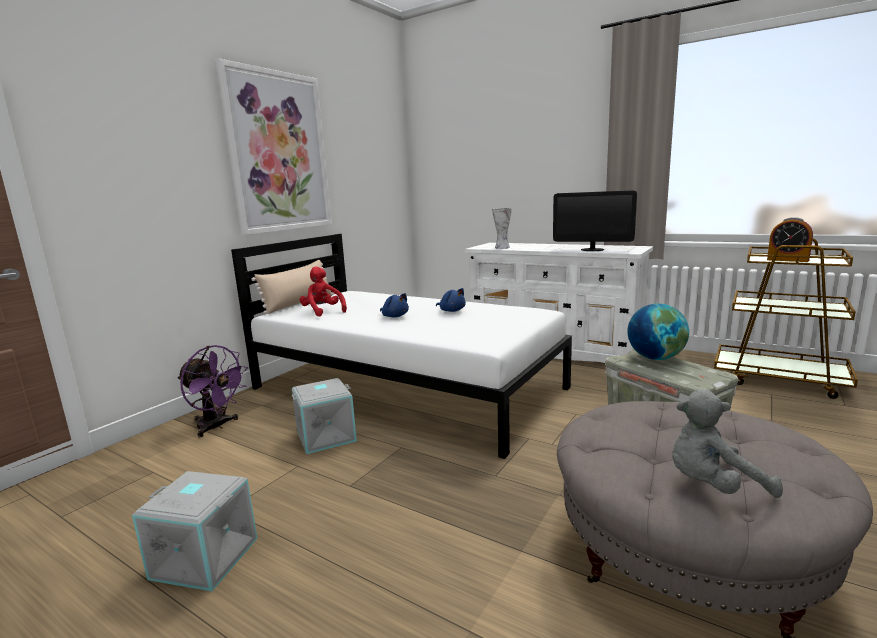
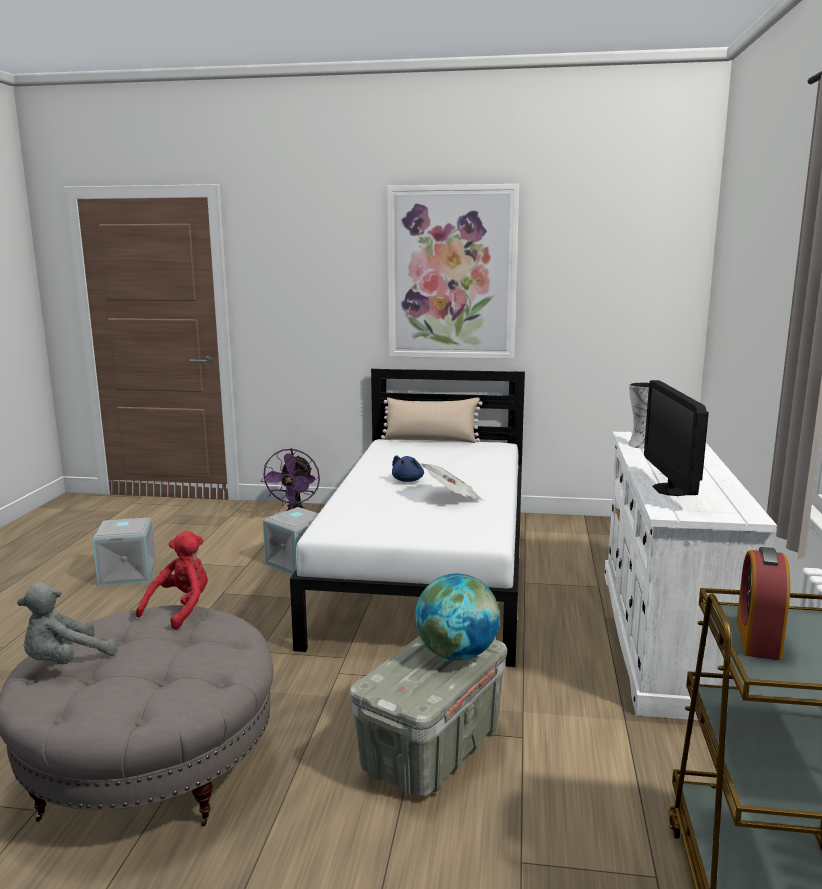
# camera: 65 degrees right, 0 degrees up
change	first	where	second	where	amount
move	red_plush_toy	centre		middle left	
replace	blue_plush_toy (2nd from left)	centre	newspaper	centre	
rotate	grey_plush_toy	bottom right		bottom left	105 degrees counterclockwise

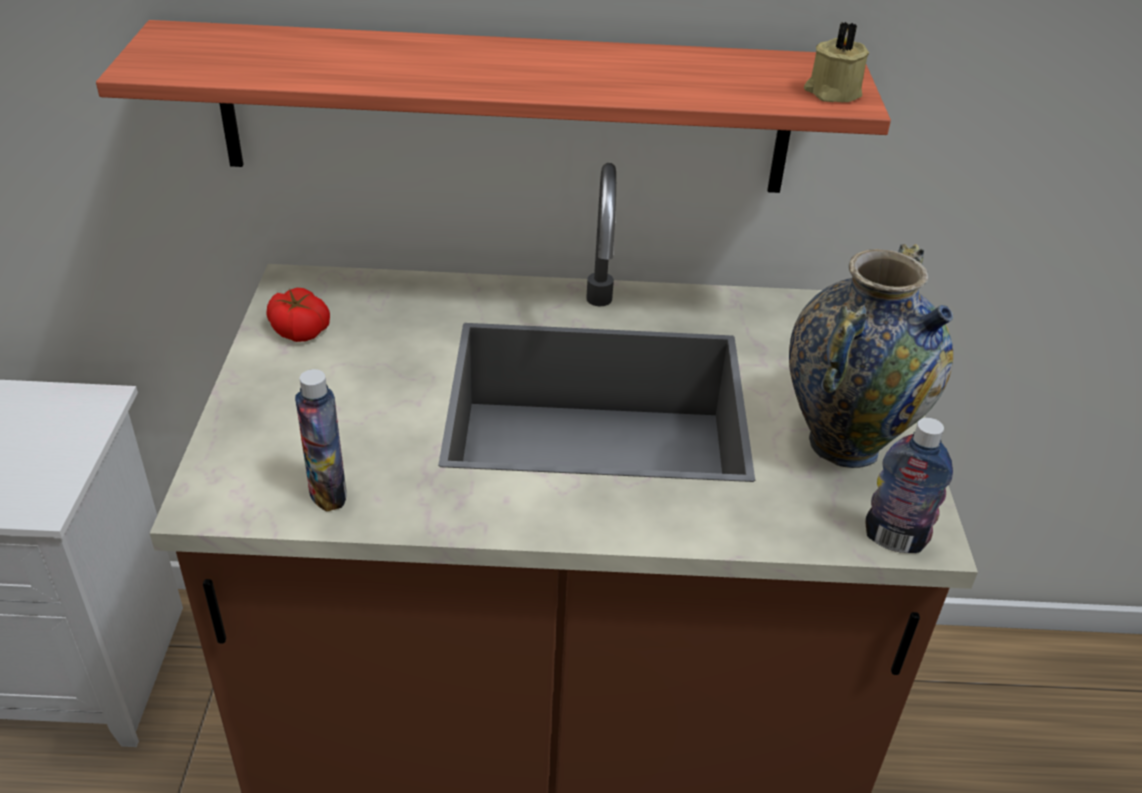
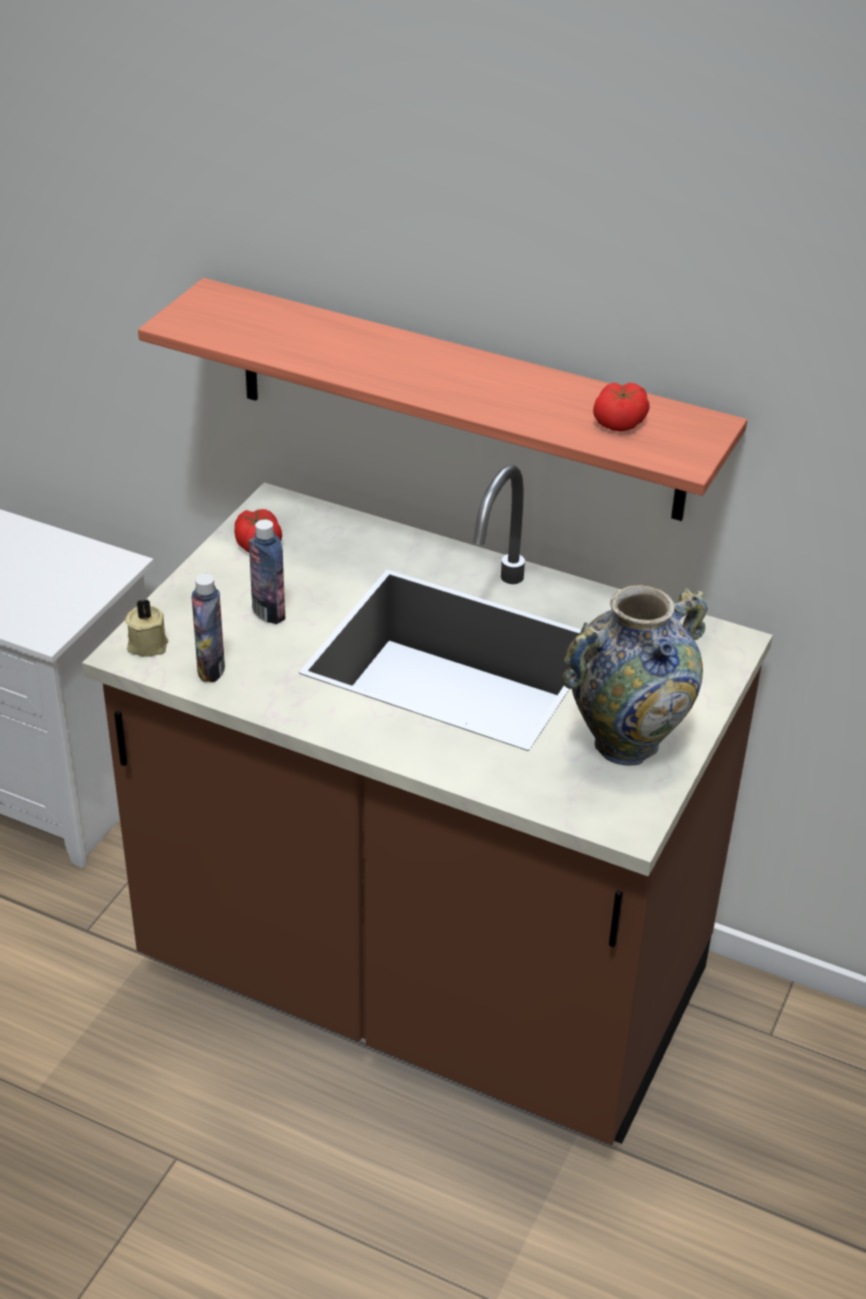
# camera: 25 degrees right, 0 degrees up
change	first	where	second	where	amount
move	beige_candle	top right		middle left	
move	bottle (2nd from left)	middle right		middle left	
insert			tomato (2nd from left)	top right	

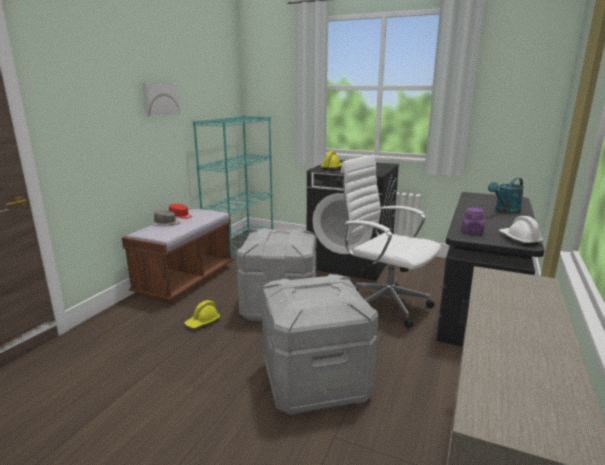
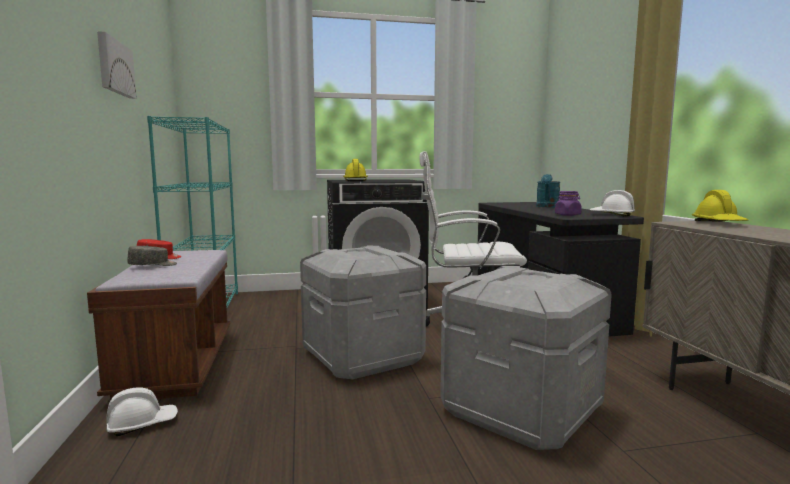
# camera: 35 degrees left, 10 degrees down
change	first	where	second	where	amount
move	yellow_hard_hat (1st from left in the first image)	bottom centre	yellow_hard_hat (2nd from left)	middle right	
insert			white_hard_hat (1st from left)	bottom left	

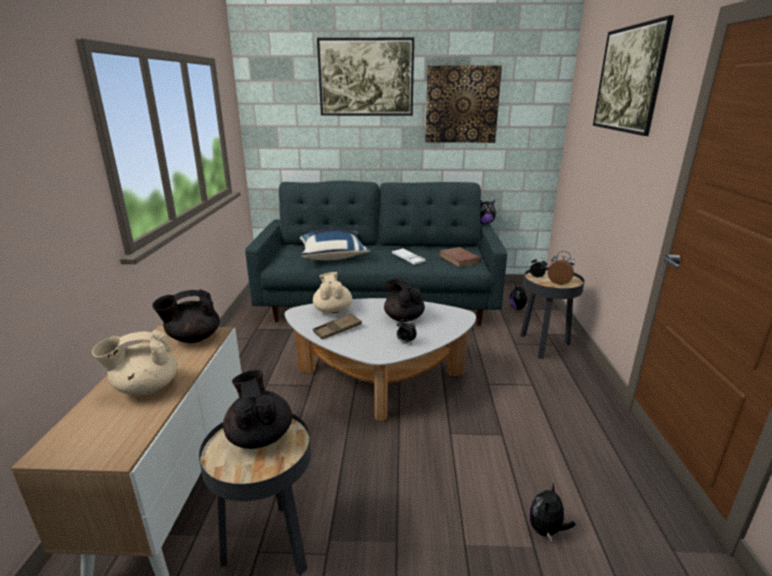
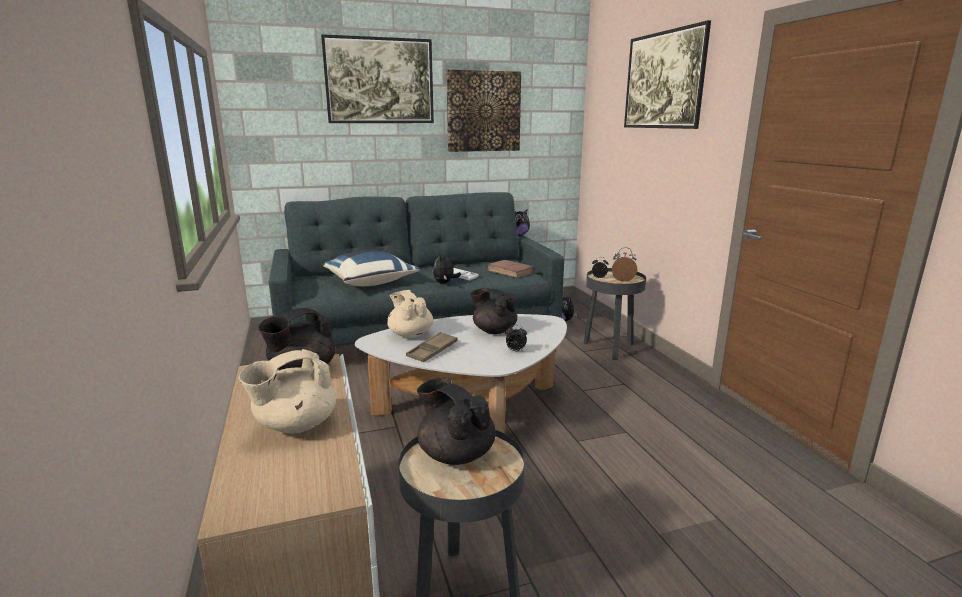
# camera: 20 degrees left, 5 degrees down
change	first	where	second	where	amount
move	plush_toy (3rd from left in the first image)	bottom right	plush_toy (1st from left)	centre	

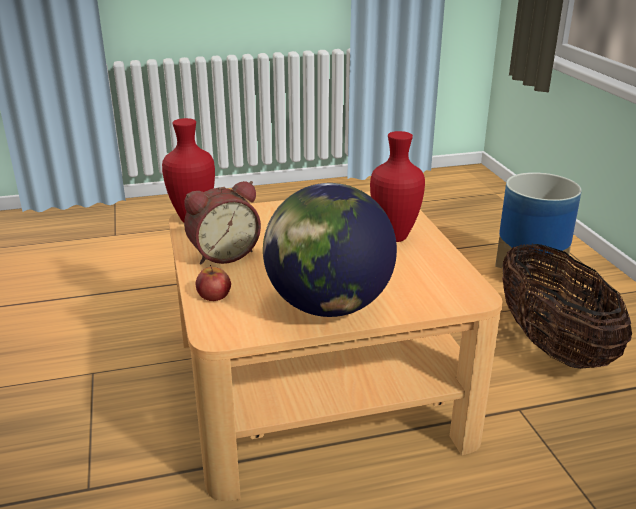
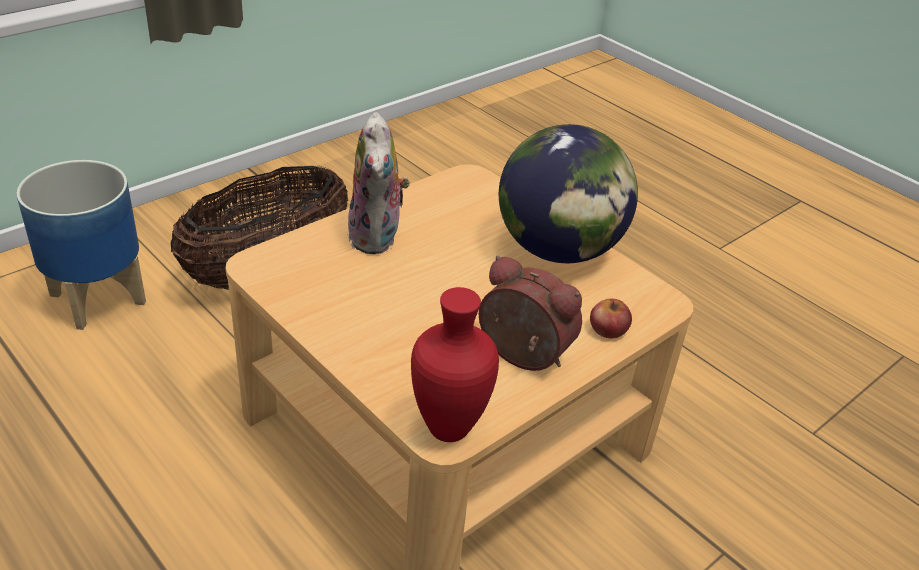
# camera: 120 degrees left, 10 degrees up
change	first	where	second	where	amount
replace	red_vase (2nd from left)	centre	plush_toy	top centre	

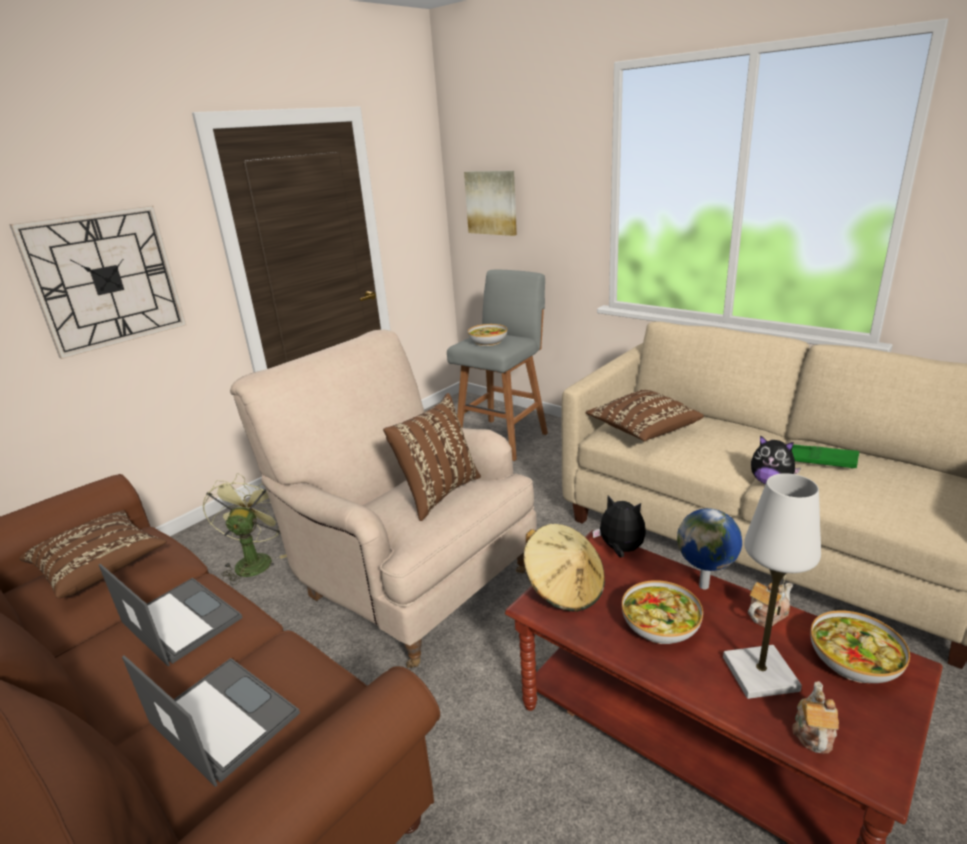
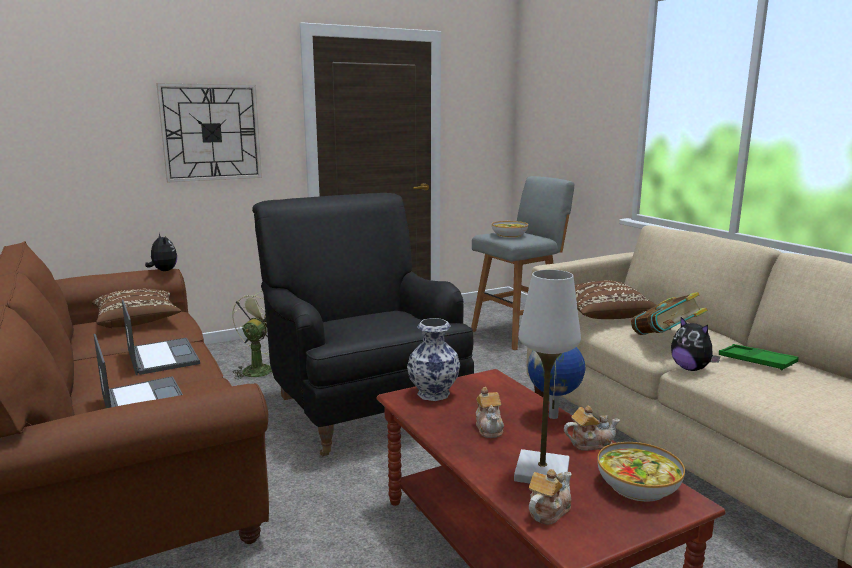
# camera: 20 degrees right, 10 degrees down
change	first	where	second	where	amount
recolor	beige_armchair	centre	black_armchair	centre	
delete	brown_pillow (2nd from left)	centre			
delete	picture	top centre			
replace	beige_hat	bottom centre	vase	centre	
move	plush_toy (1st from left)	centre		middle left	
replace	bowl (2nd from left)	bottom right	teapot (1st from left)	bottom centre	
insert			book	middle right	

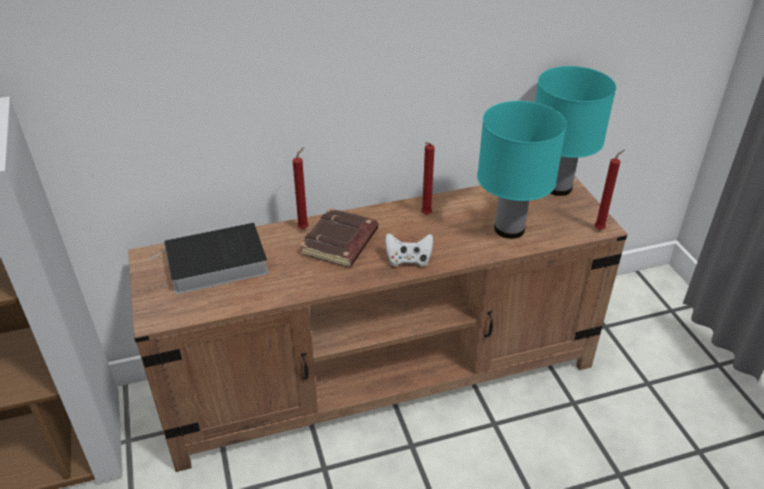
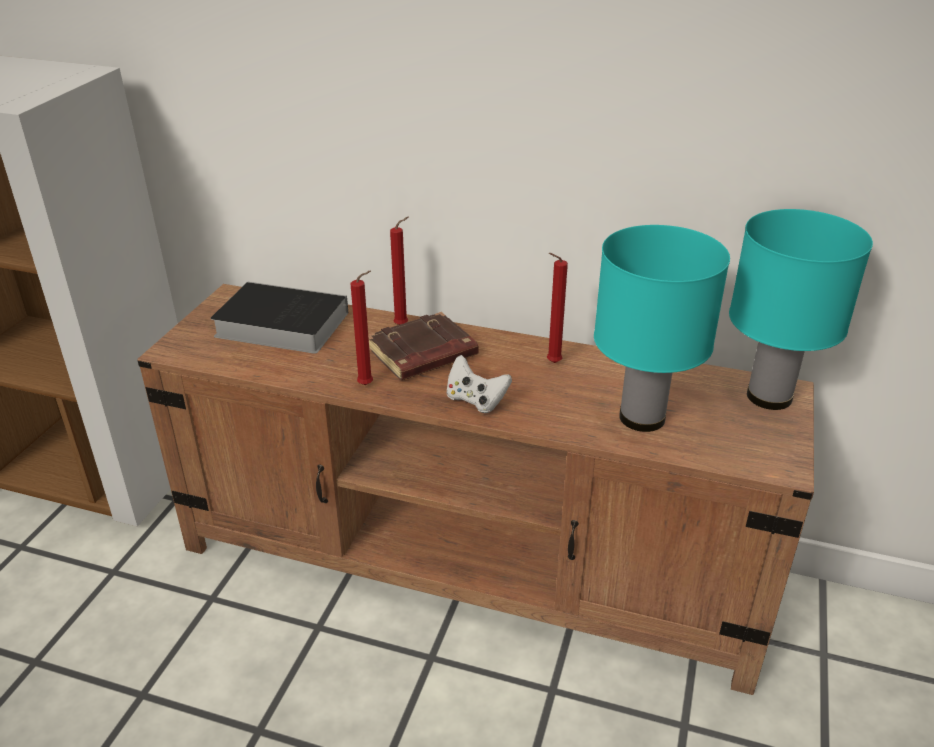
# camera: 35 degrees right, 5 degrees down
change	first	where	second	where	amount
move	red_candle (3rd from left in the first image)	middle right	red_candle (1st from left)	centre	

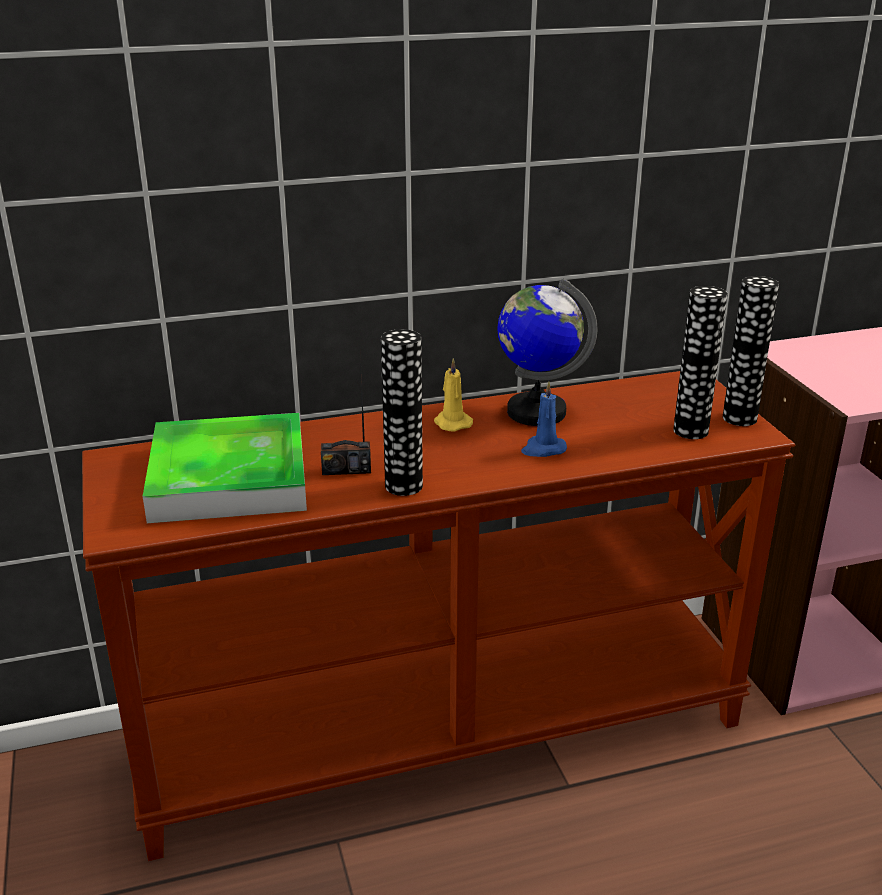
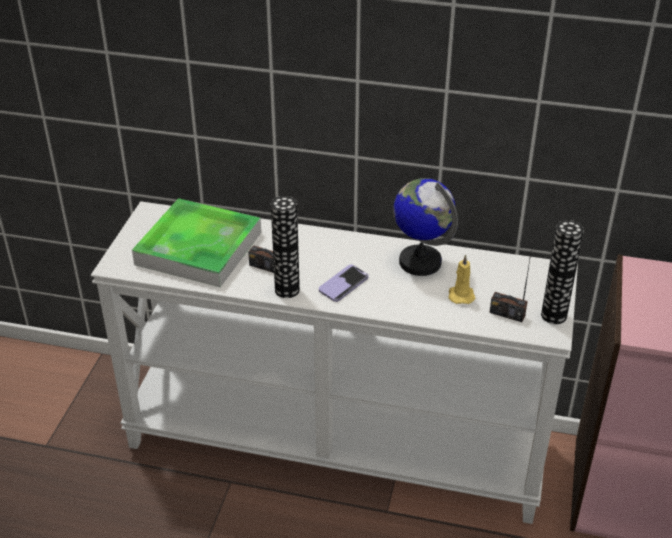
# camera: 30 degrees right, 10 degrees up
change	first	where	second	where	amount
recolor	brown_console_table	bottom centre	white_console_table	bottom centre	
move	yellow_candle	centre		middle right	
delete	blue_candle	centre			
replace	vase (2nd from left)	middle right	radio (2nd from left)	middle right	
insert			phone	centre	

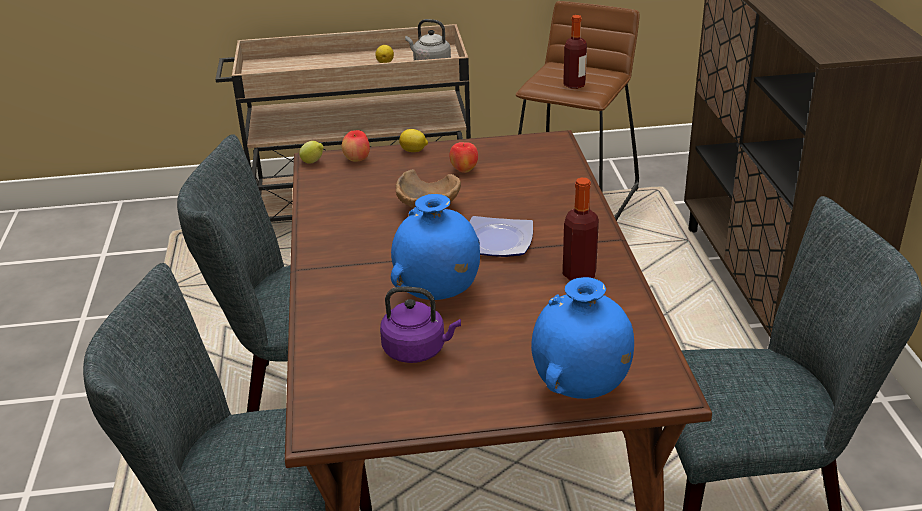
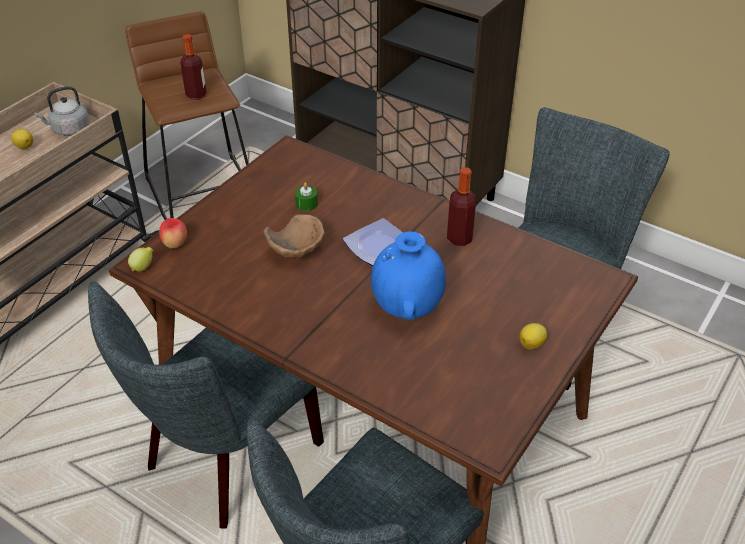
# camera: 50 degrees left, 10 degrees up
change	first	where	second	where	amount
delete	purple_kettle	centre			
move	lemon (3rd from left)	top centre		middle right	
delete	apple (2nd from left)	top centre			
delete	blue_vase (2nd from left)	centre			
insert			green_candle	centre	

